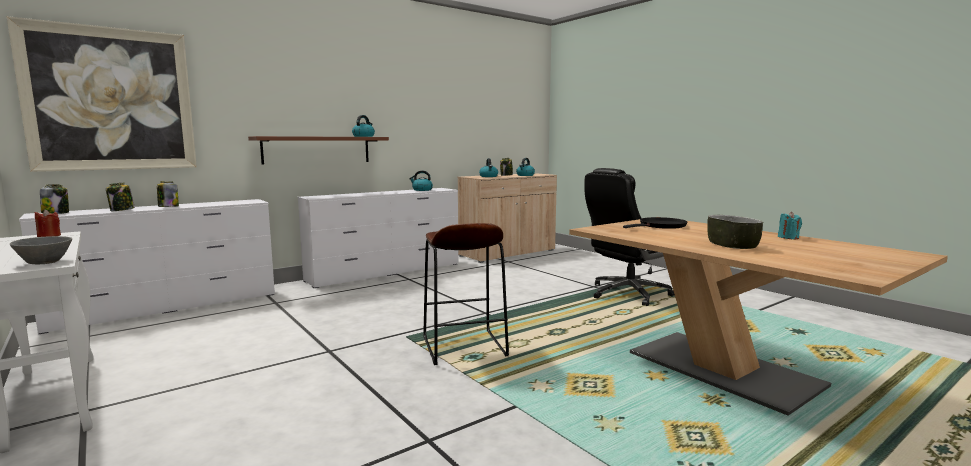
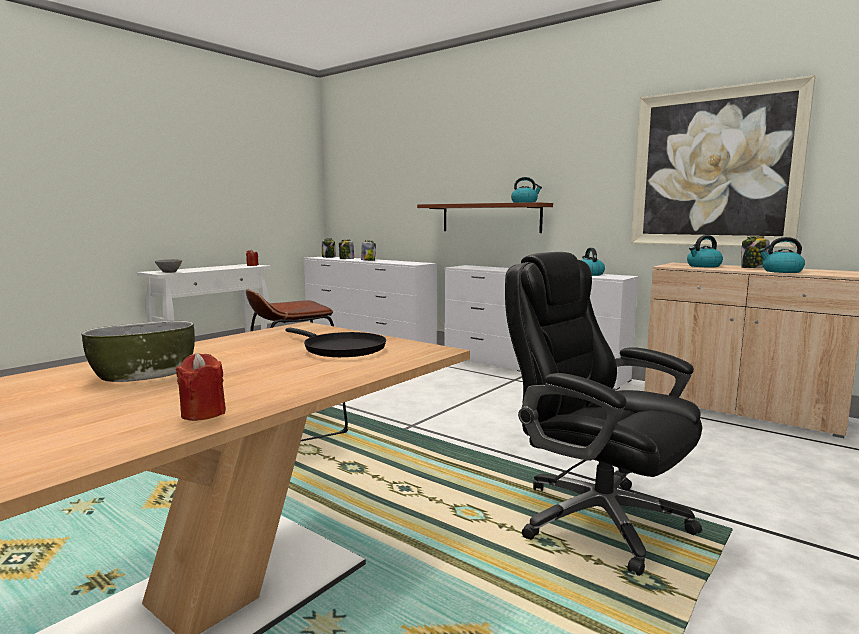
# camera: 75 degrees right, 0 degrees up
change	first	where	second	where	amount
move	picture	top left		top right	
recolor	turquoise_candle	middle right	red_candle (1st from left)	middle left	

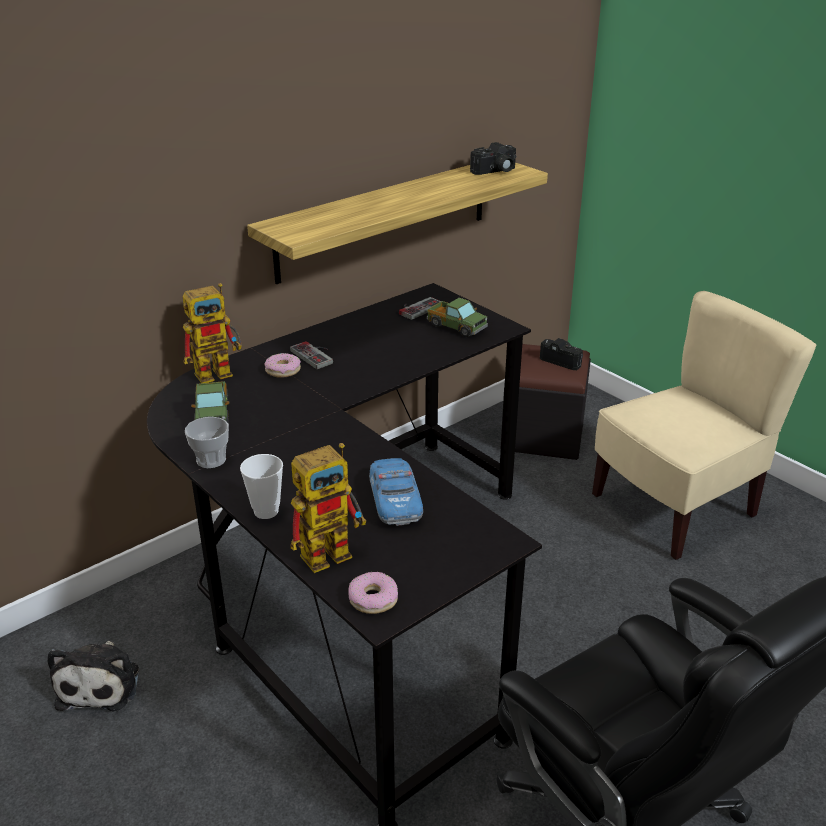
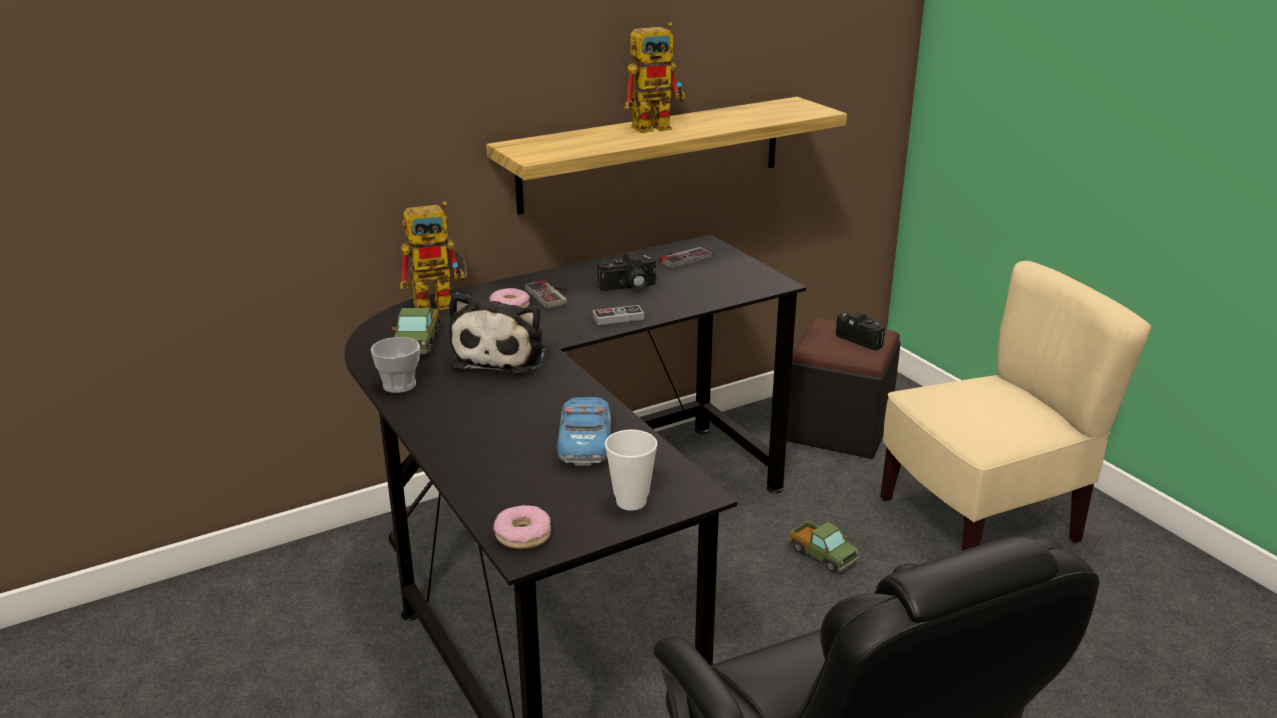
# camera: 10 degrees right, 5 degrees down
change	first	where	second	where	amount
move	plush_toy	bottom left		centre	
move	cup (2nd from left)	middle left		centre	
move	toy_robot (2nd from left)	centre		top centre	
move	toy_truck (2nd from left)	centre		bottom centre	
move	photo_camera (1st from left)	top centre		centre	
insert			game_controller (2nd from left)	centre	

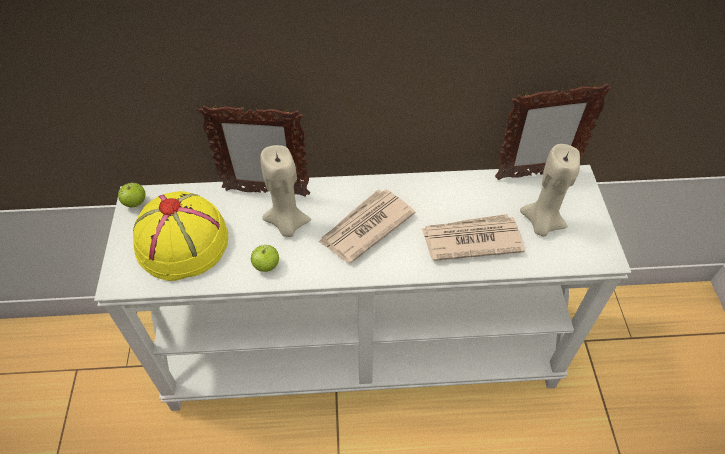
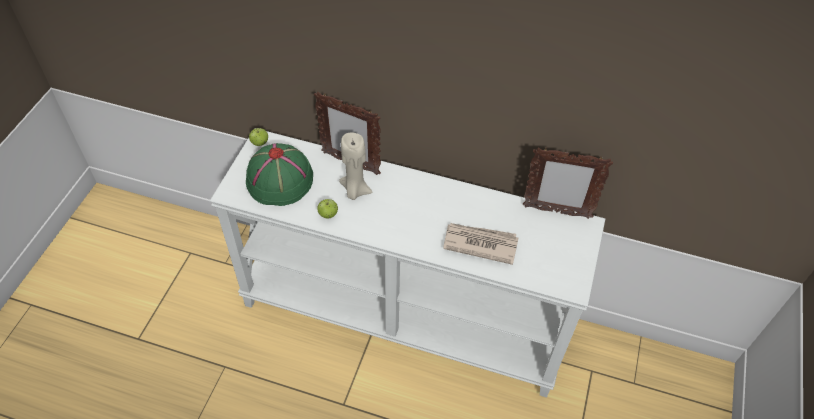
# camera: 20 degrees right, 0 degrees up
change	first	where	second	where	amount
recolor	yellow_hat	middle left	green_hat	centre	
delete	newspaper (1st from left)	centre			
delete	beige_candle (2nd from left)	middle right			

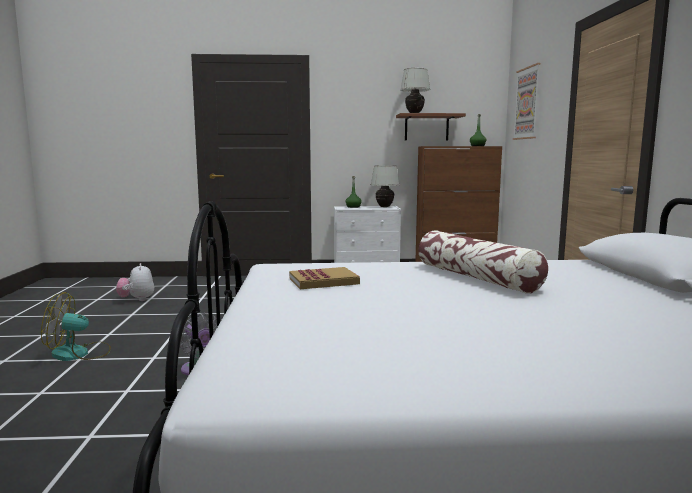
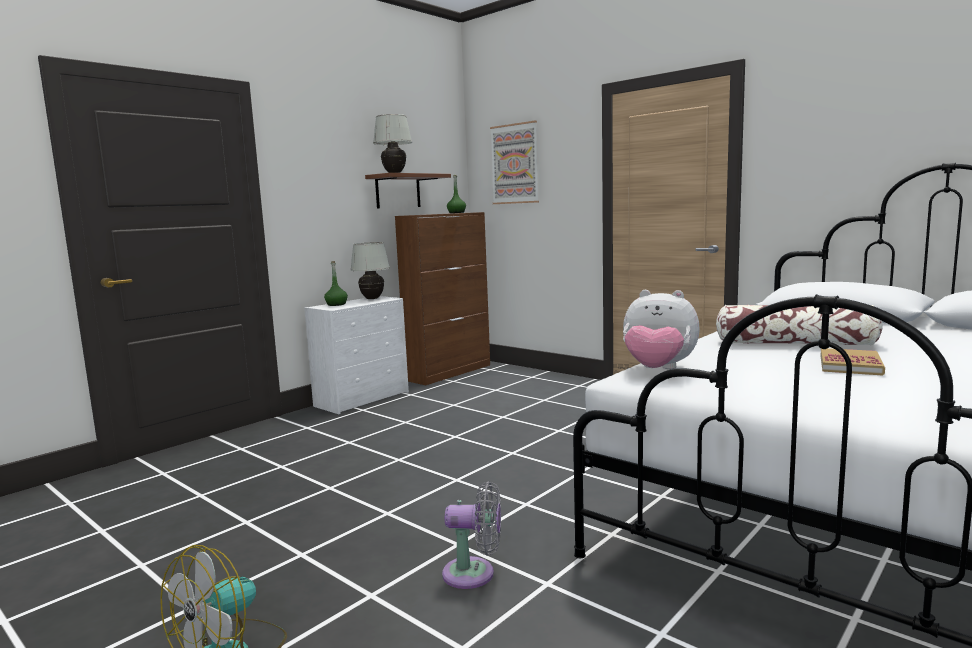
# camera: 45 degrees left, 0 degrees up
change	first	where	second	where	amount
move	plush_toy	middle left		middle right	
move	book	centre		middle right	

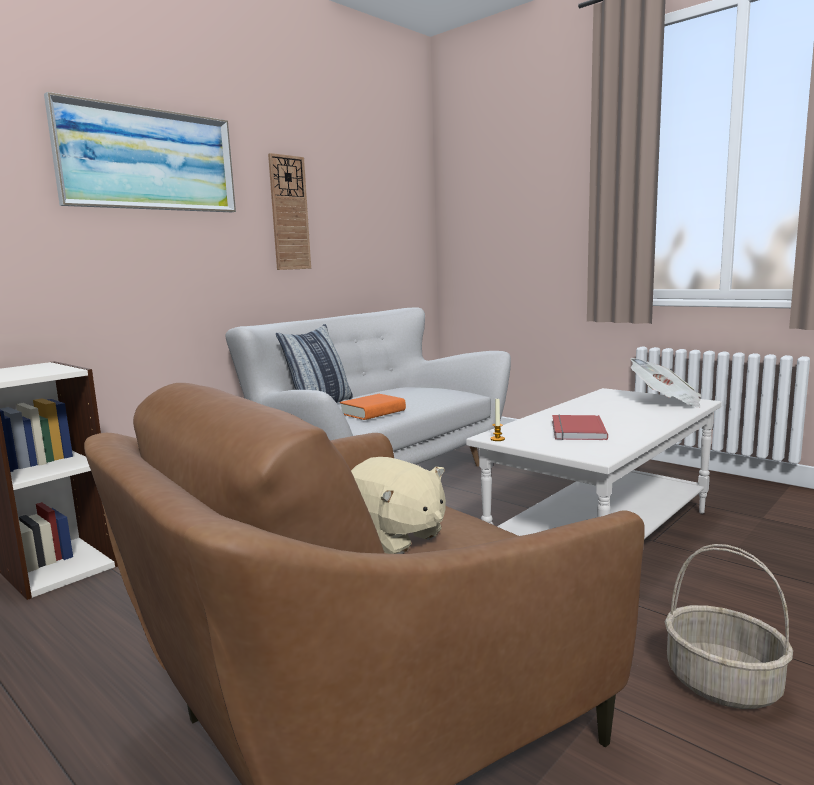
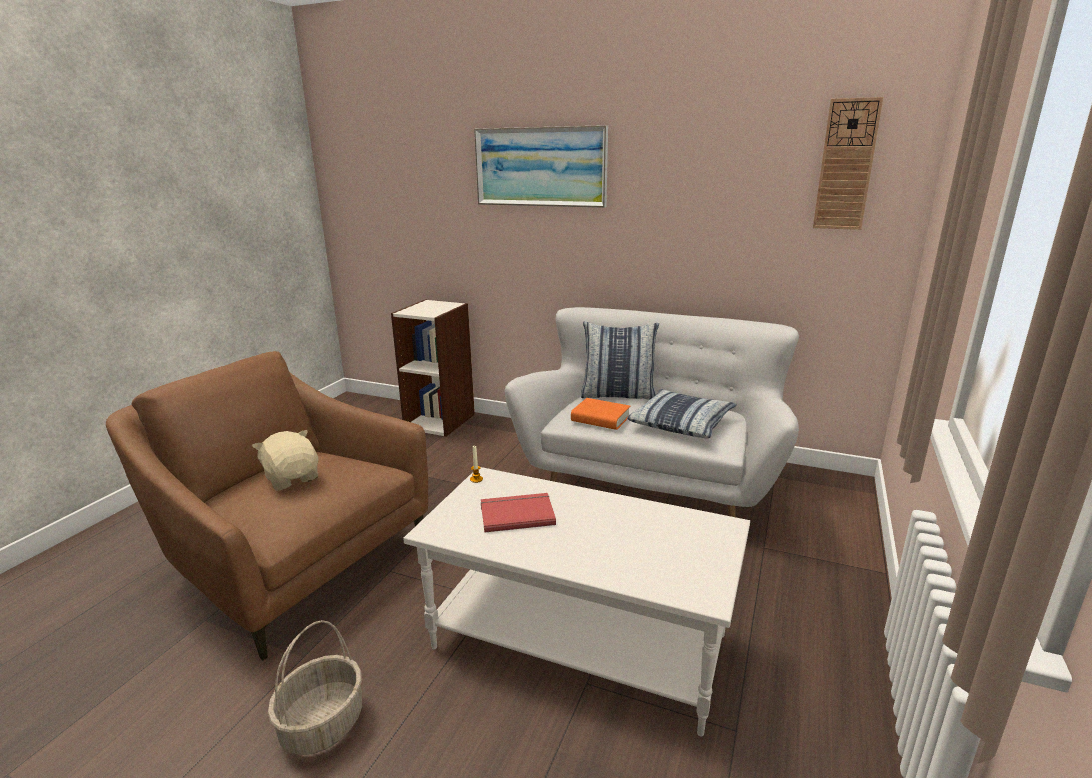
# camera: 70 degrees right, 10 degrees up
change	first	where	second	where	amount
move	wall_clock	top centre		top right	
rotate	beige_plush_toy	centre		middle left	120 degrees clockwise
delete	newspaper	middle right			
insert			pillow (2nd from left)	centre	

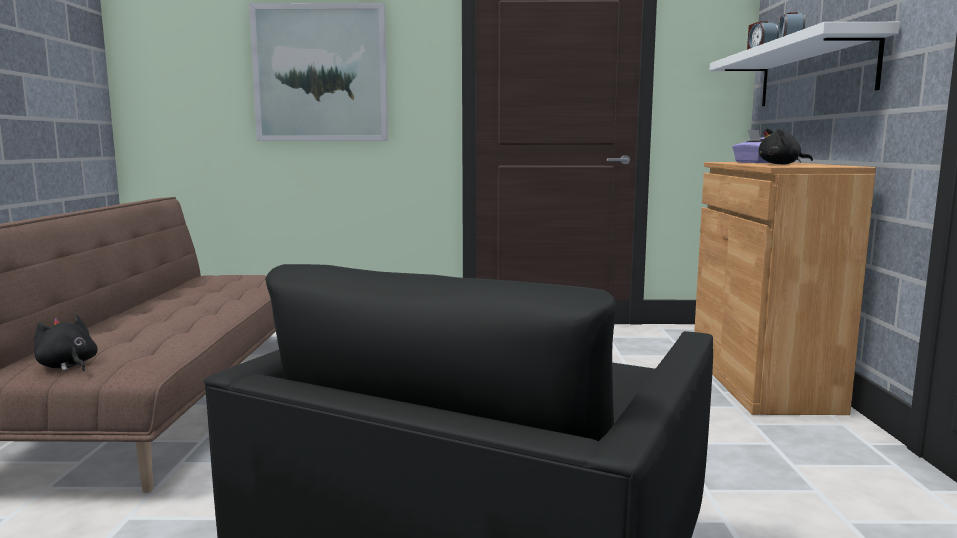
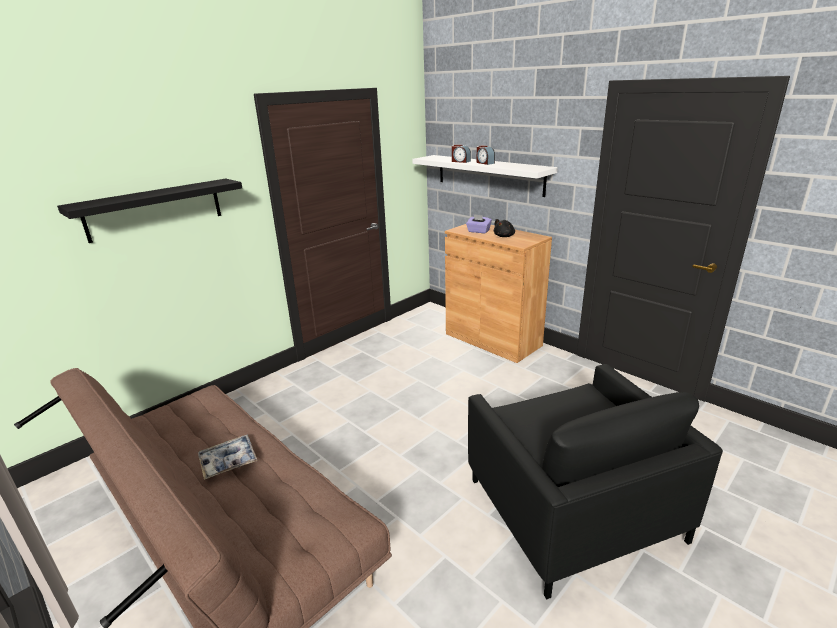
# camera: 45 degrees left, 15 degrees up
change	first	where	second	where	amount
delete	black_plush_toy (1st from left)	middle left			
replace	picture	top left	black_shelf	middle left	
insert			tray	bottom left	

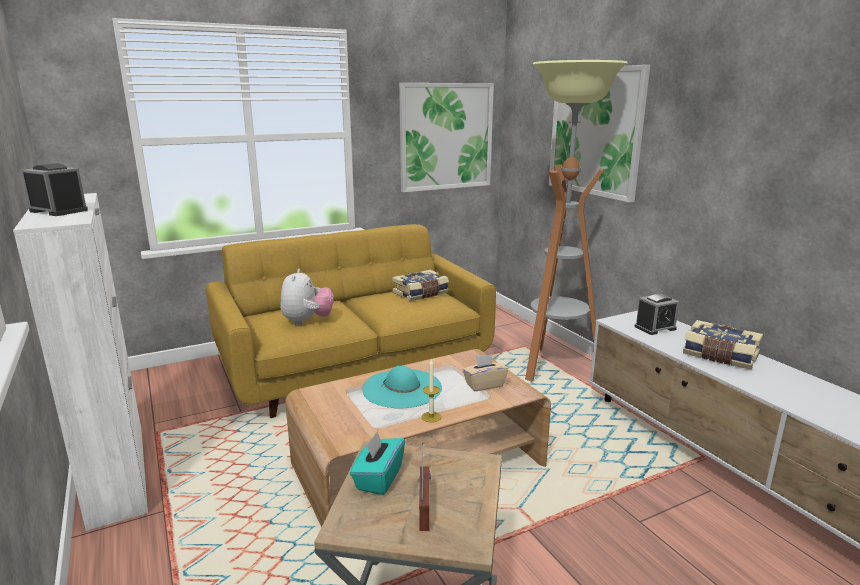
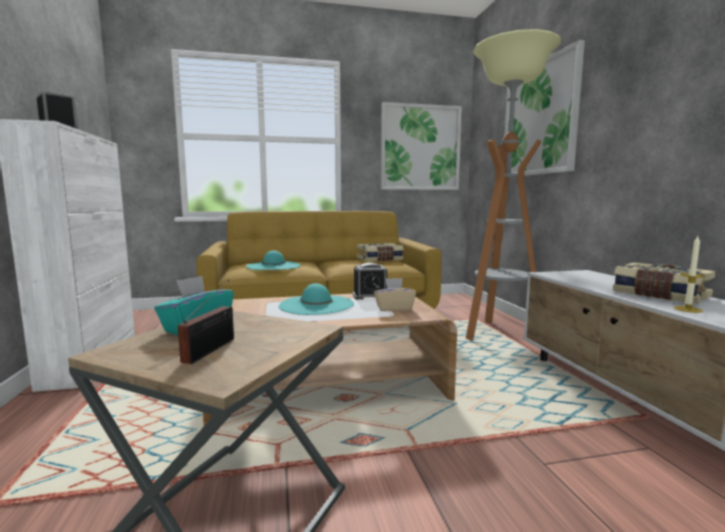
# camera: 15 degrees right, 10 degrees down
change	first	where	second	where	amount
replace	plush_toy	centre	turquoise_hat (1st from left)	centre	
move	candle	bottom centre		middle right	
move	alarm_clock (2nd from left)	middle right		centre	

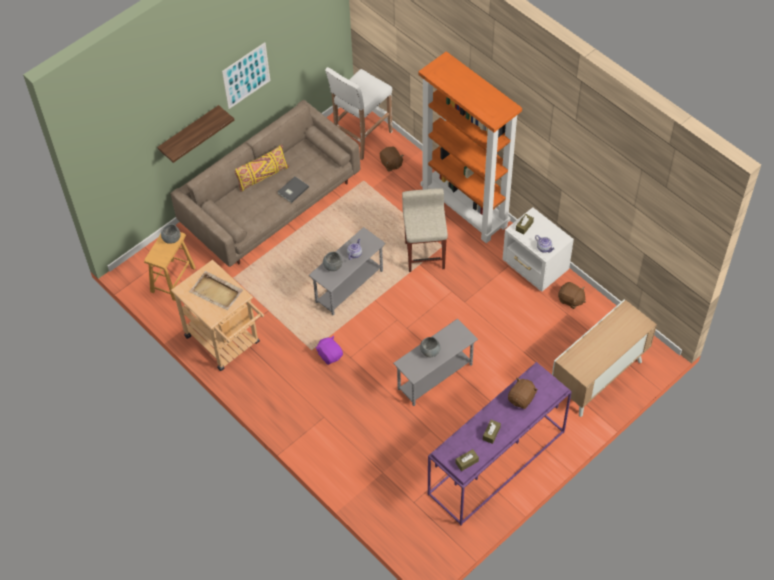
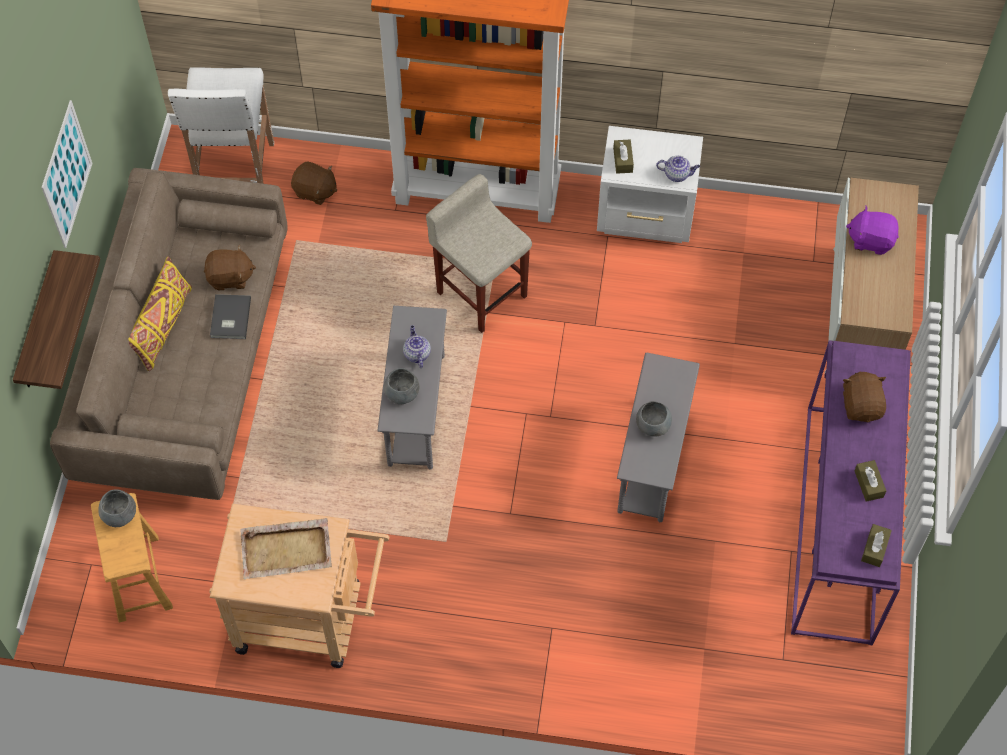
# camera: 40 degrees left, 5 degrees up
change	first	where	second	where	amount
move	purple_plush_toy	centre		top right	
move	brown_plush_toy (3rd from left in the first image)	middle right	brown_plush_toy (1st from left)	middle left	

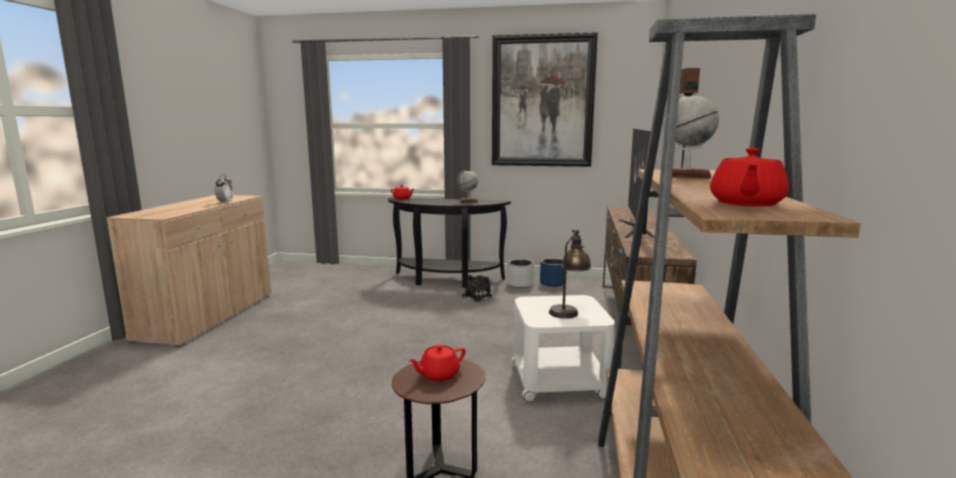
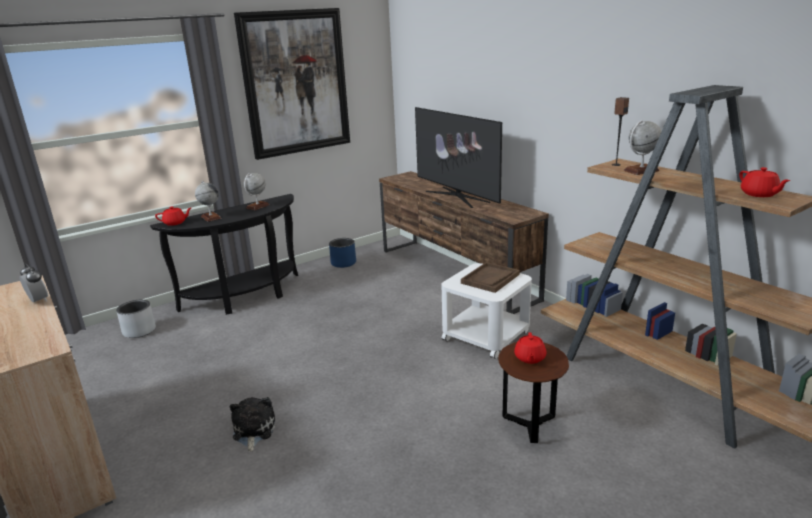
# camera: 45 degrees left, 10 degrees up
change	first	where	second	where	amount
move	plush_toy	centre		bottom left	
move	grey_planter	centre		middle left	
replace	table_lamp	centre	brown_tray	centre	
insert			globe (1st from left)	middle left	

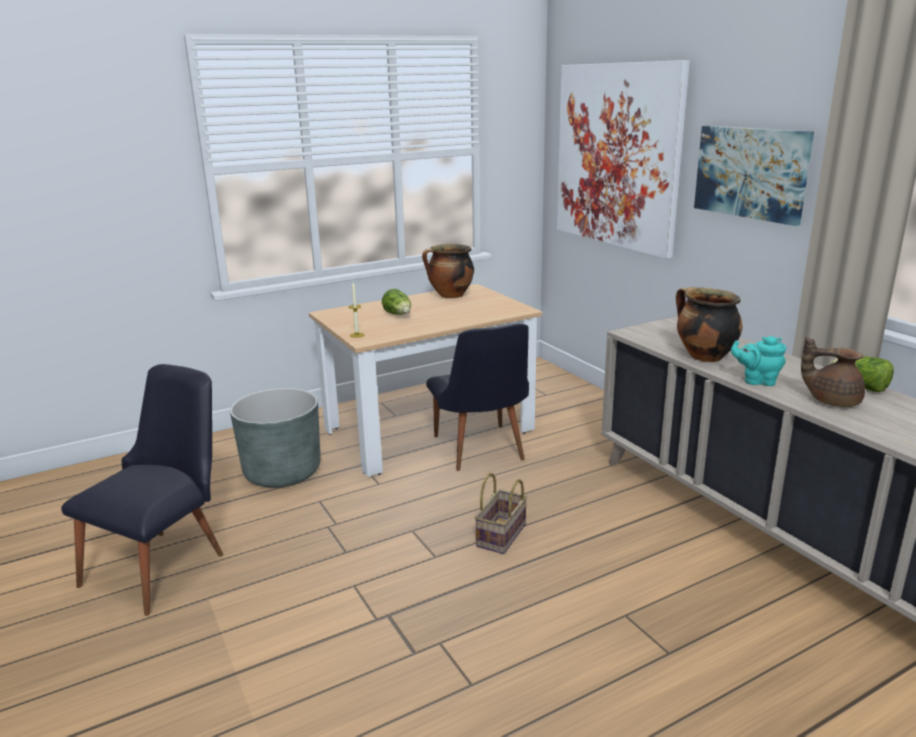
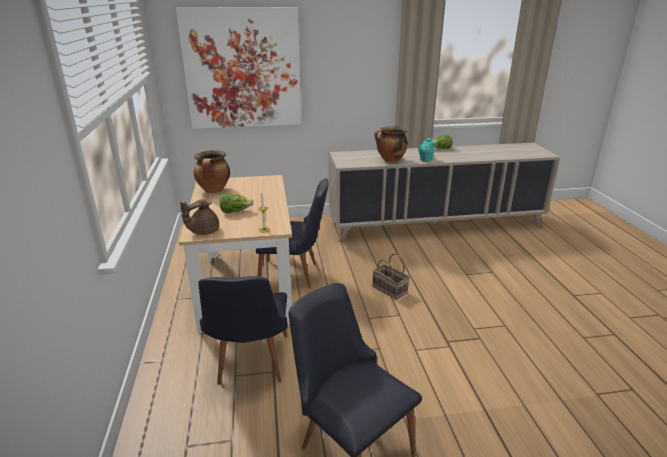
# camera: 70 degrees left, 5 degrees up
change	first	where	second	where	amount
replace	grey_planter	middle left	black_chair (1st from left)	bottom centre	
delete	picture (2nd from left)	top right			
move	brown_teapot	middle right		middle left	

